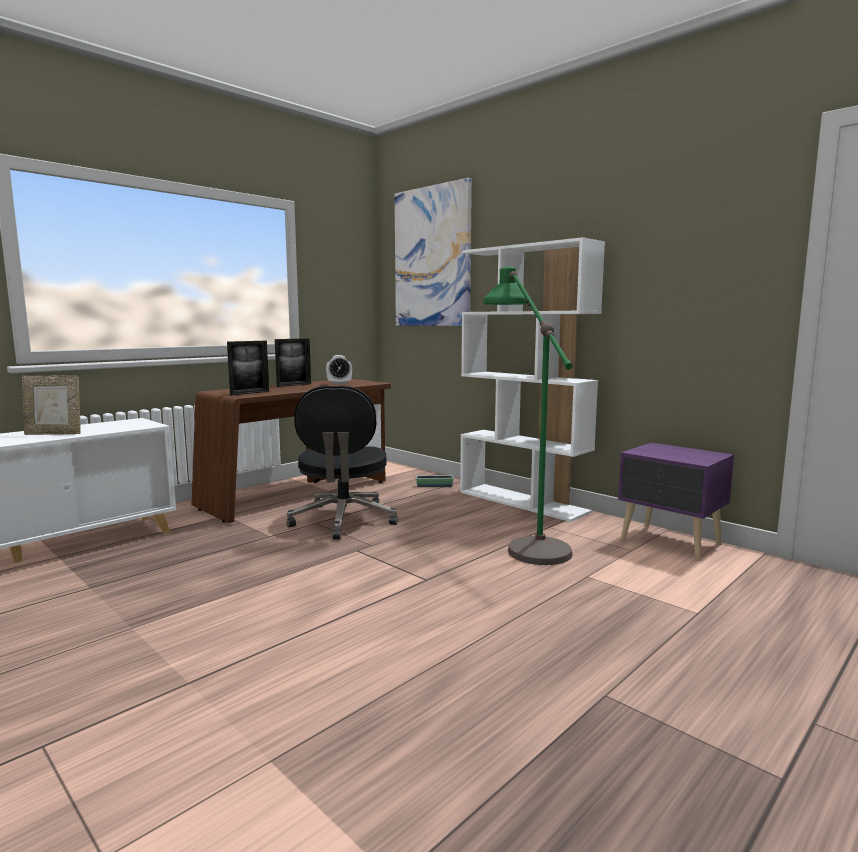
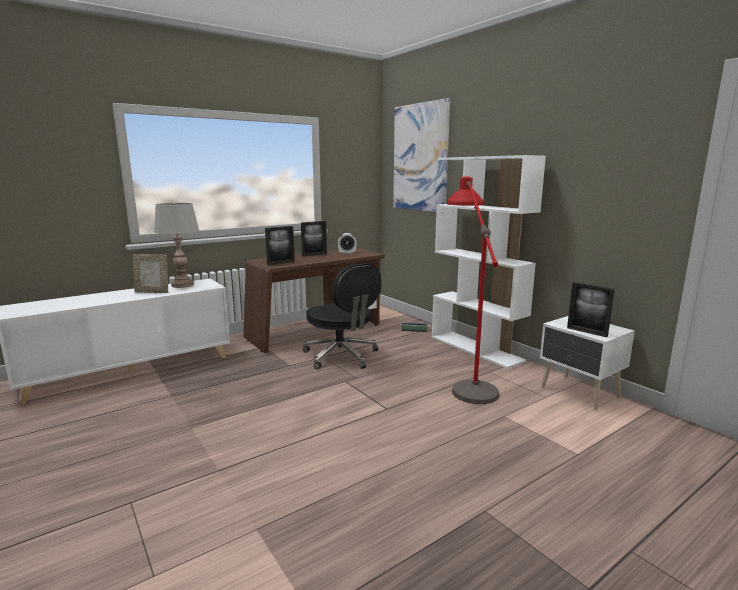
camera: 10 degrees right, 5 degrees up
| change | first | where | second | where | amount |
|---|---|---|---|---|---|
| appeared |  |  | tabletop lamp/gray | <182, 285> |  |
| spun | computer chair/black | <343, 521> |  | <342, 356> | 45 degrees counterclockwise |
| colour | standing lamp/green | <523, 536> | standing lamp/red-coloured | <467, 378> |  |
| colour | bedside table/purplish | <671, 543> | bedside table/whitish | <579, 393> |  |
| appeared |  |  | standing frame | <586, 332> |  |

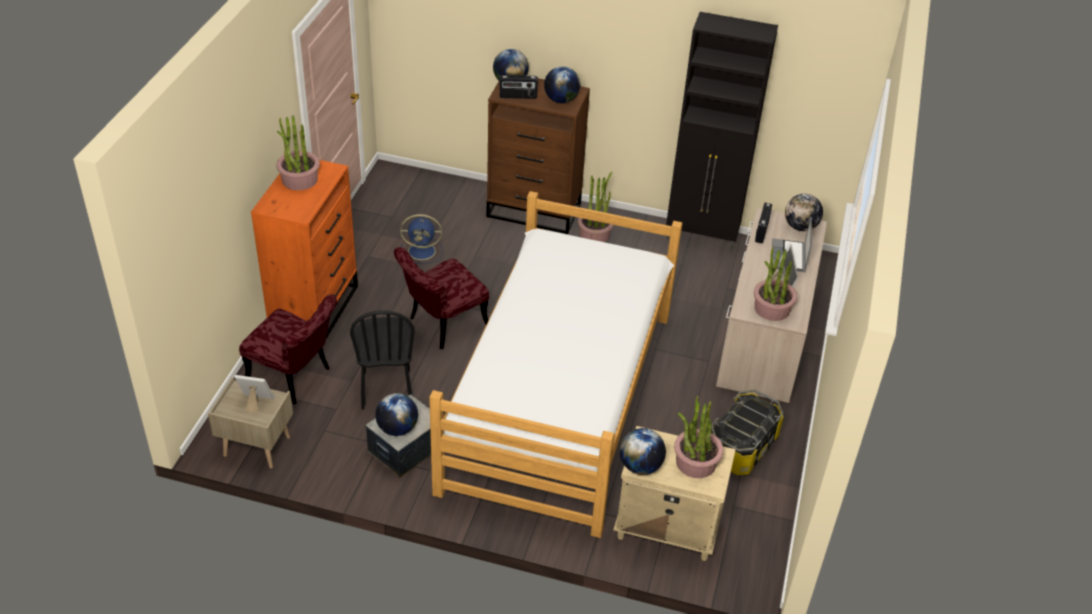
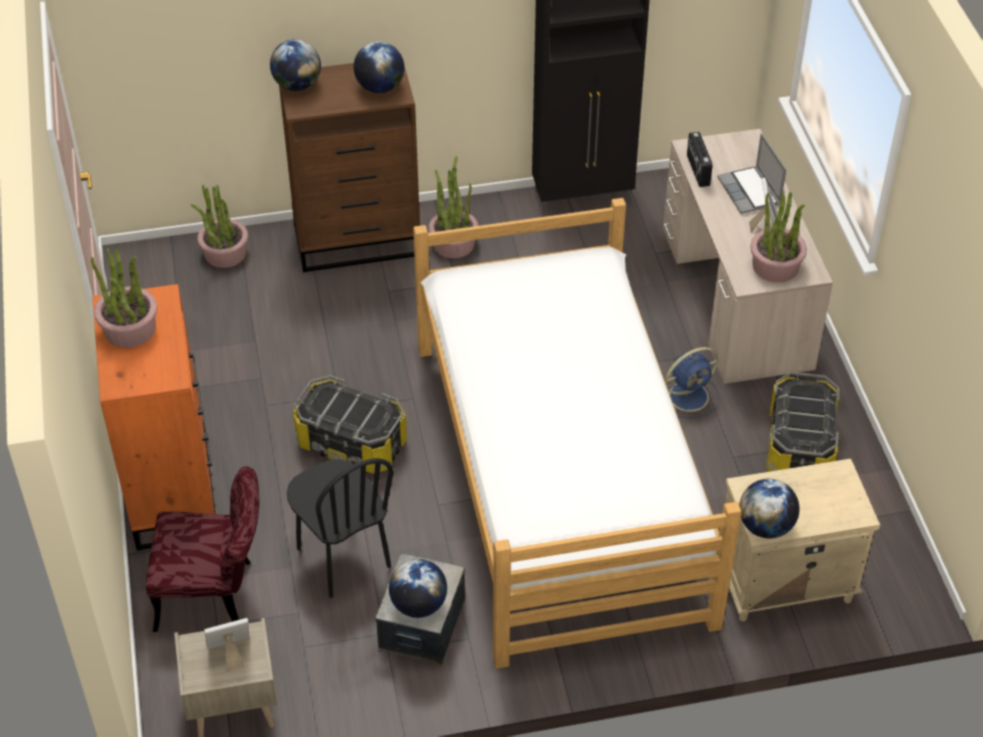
camera: 25 degrees left, 5 degrees up
| change | first | where | second | where | amount |
|---|---|---|---|---|---|
| relocated | plant in a pot | <695, 462> |  | <224, 253> |  |
| exchanged | plain chair/red-coloured | <442, 325> | storage container | <351, 443> |  |
| relocated | fan/bluish | <423, 251> |  | <690, 396> |  |
| missing | radio | <518, 96> |  |  |  |
| missing | globe | <800, 227> |  |  |  |

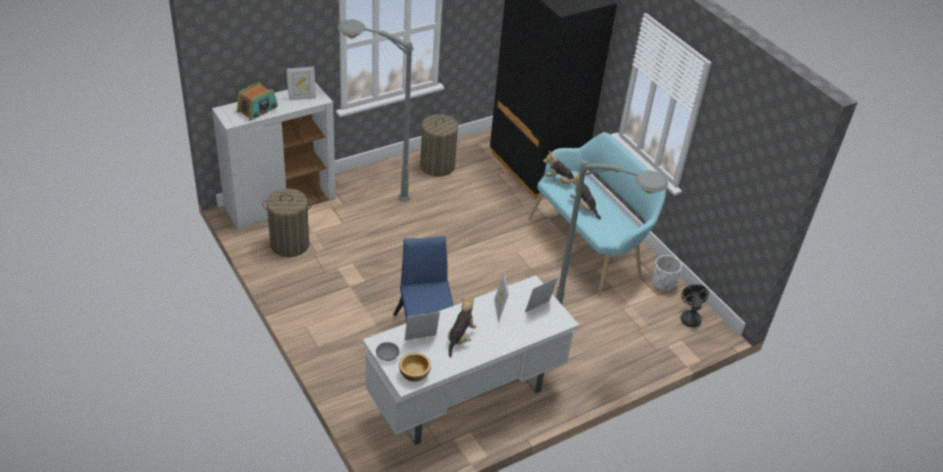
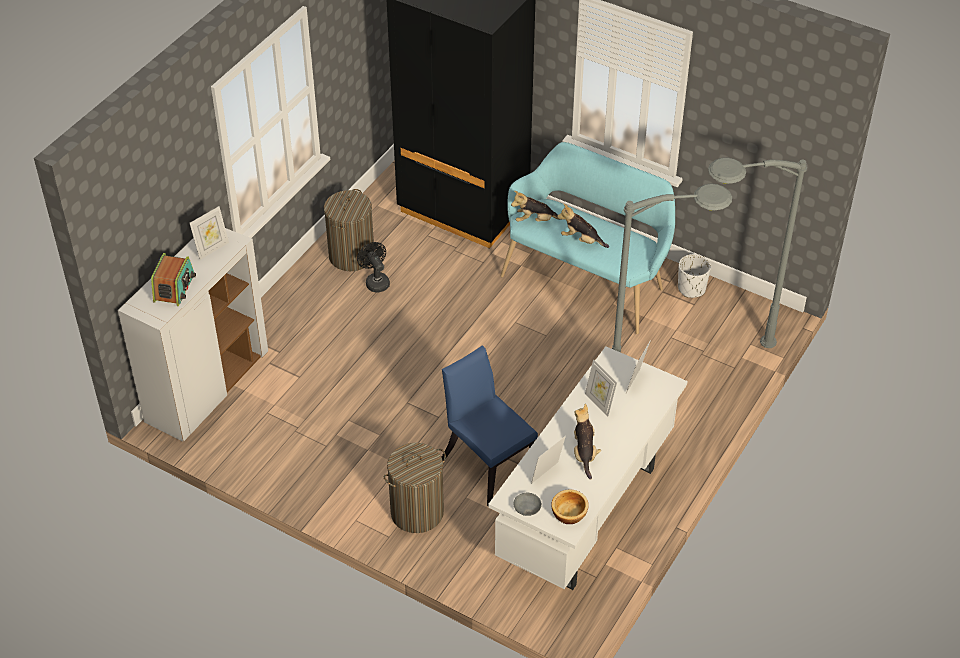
camera: 25 degrees left, 5 degrees up
| change | first | where | second | where | amount |
|---|---|---|---|---|---|
| relocated | fan/black | <690, 317> |  | <375, 281> |  |
| relocated | laundry basket | <290, 244> |  | <417, 512> |  |
| relocated | standing lamp/gray | <367, 189> |  | <719, 351> |  |

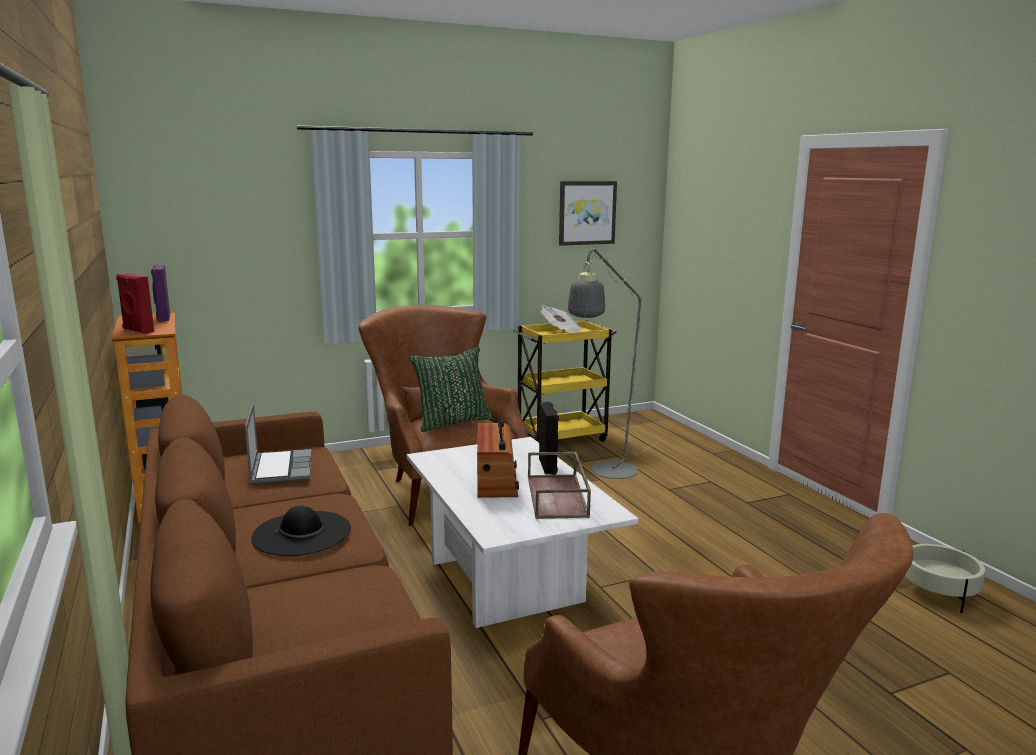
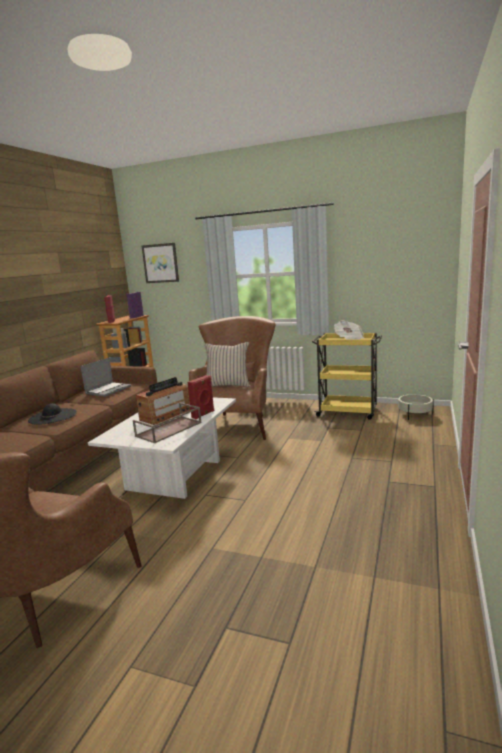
camera: 45 degrees right, 0 degrees up
| change | first | where | second | where | amount |
|---|---|---|---|---|---|
| relocated | wall picture | <587, 213> |  | <161, 263> |  |
| colour | speaker/black | <548, 466> | speaker/red-coloured | <203, 414> |  |
| colour | cushion/green | <452, 422> | cushion/beige-coloured | <228, 385> |  |
| relocated | planter/beige-coloured | <938, 592> |  | <415, 414> |  |
| missing | standing lamp/gray | <608, 473> |  |  |  |

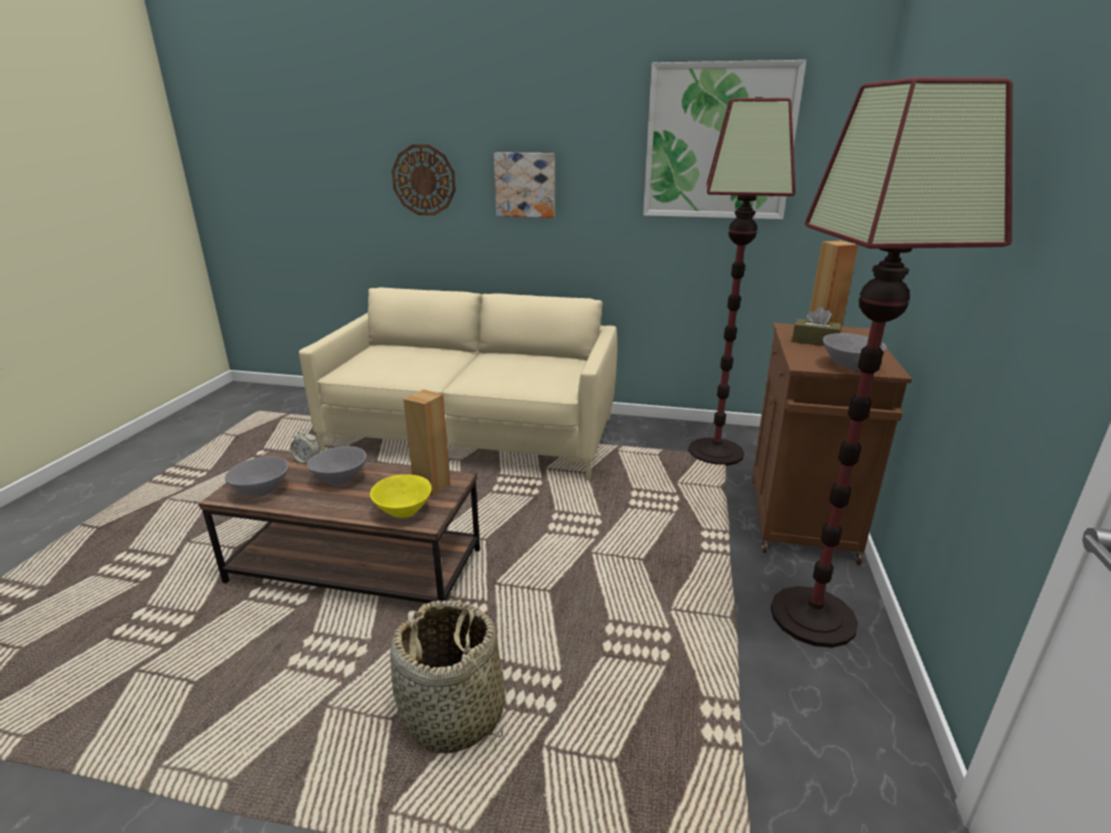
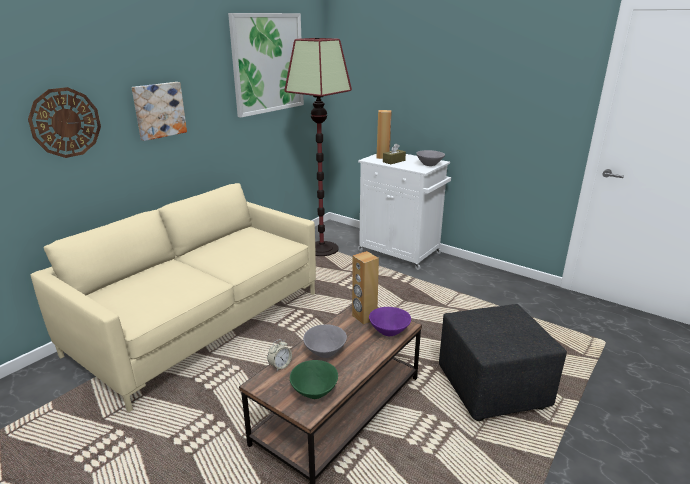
camera: 65 degrees left, 0 degrees up
| change | first | where | second | where | amount |
|---|---|---|---|---|---|
| colour | deep dish/gray | <261, 490> | deep dish/green | <314, 392> |  |
| colour | storage cabinet/brown-coloured | <801, 521> | storage cabinet/whitish | <400, 252> |  |
| colour | deep dish/yellow-coloured | <403, 512> | deep dish/purplish | <389, 332> |  |
| exchanged | household basket | <453, 715> | pouffe/black | <493, 390> |  |
| missing | standing lamp | <814, 617> |  |  |  |

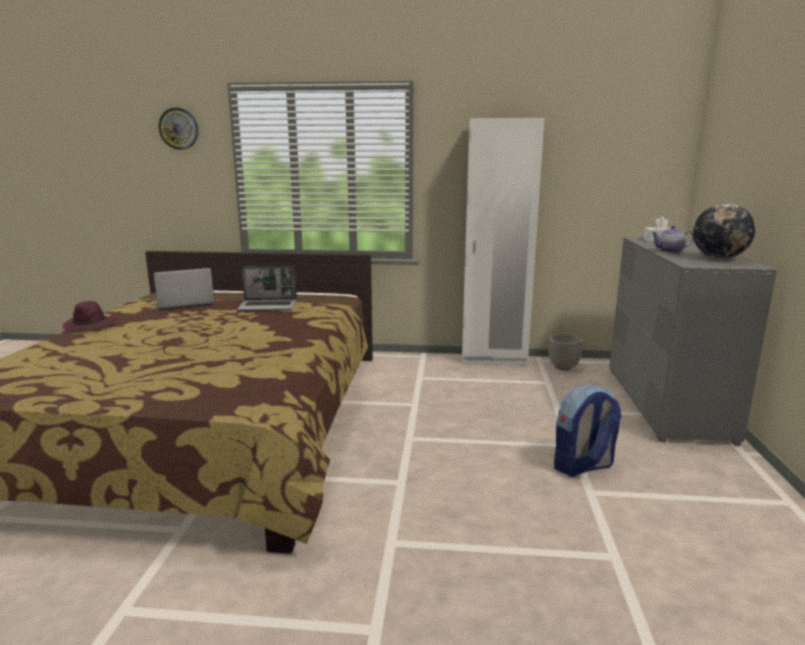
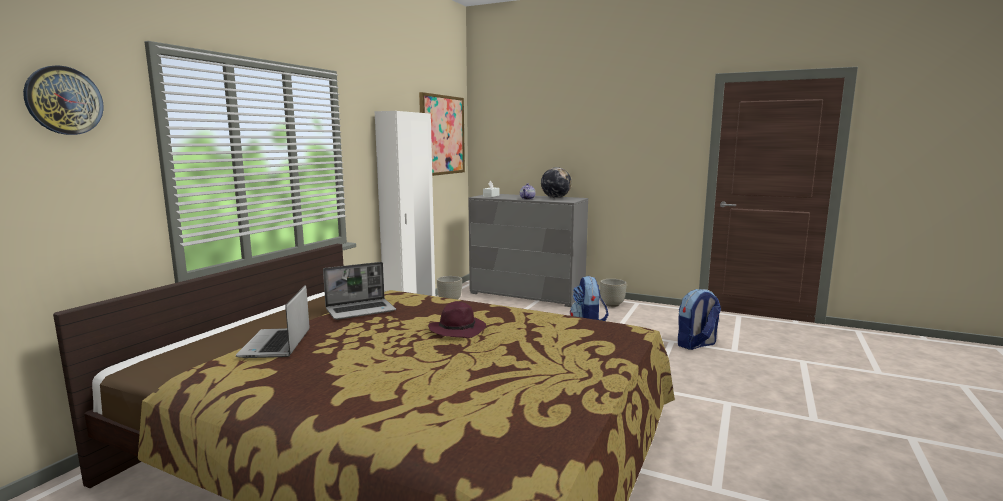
camera: 70 degrees left, 5 degrees down
| change | first | where | second | where | amount |
|---|---|---|---|---|---|
| spun | portable computer | <269, 306> |  | <361, 310> | 45 degrees clockwise |
| appeared |  |  | wall picture | <442, 135> |  |
| relocated | hat/purplish | <91, 326> |  | <458, 330> |  |
| appeared |  |  | planter/gray | <612, 304> |  |
| appeared |  |  | knapsack | <696, 345> |  |

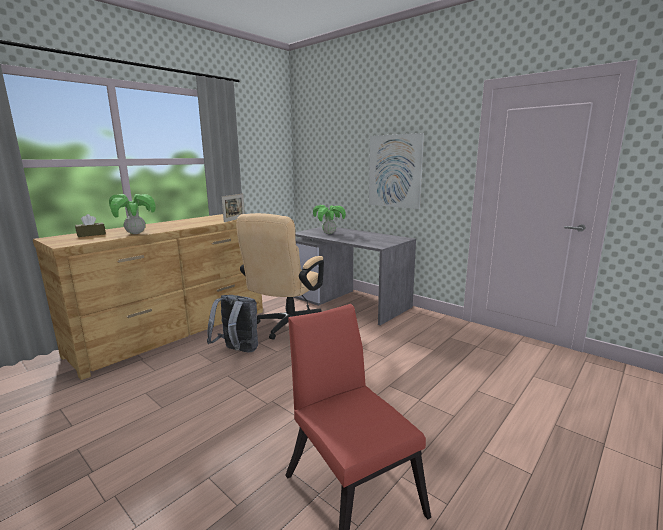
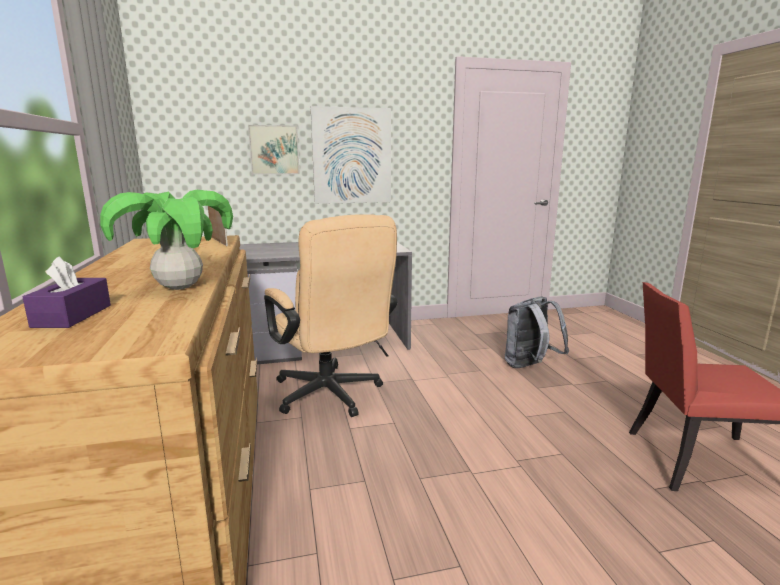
camera: 55 degrees left, 0 degrees up
| change | first | where | second | where | amount |
|---|---|---|---|---|---|
| colour | tissue holder/brown-coloured | <91, 234> | tissue holder/purplish | <72, 316> |  |
| appeared |  |  | wall picture | <274, 150> |  |
| relocated | knapsack/gray | <237, 351> |  | <530, 366> |  |
| missing | plant in a pot | <329, 233> |  |  |  |

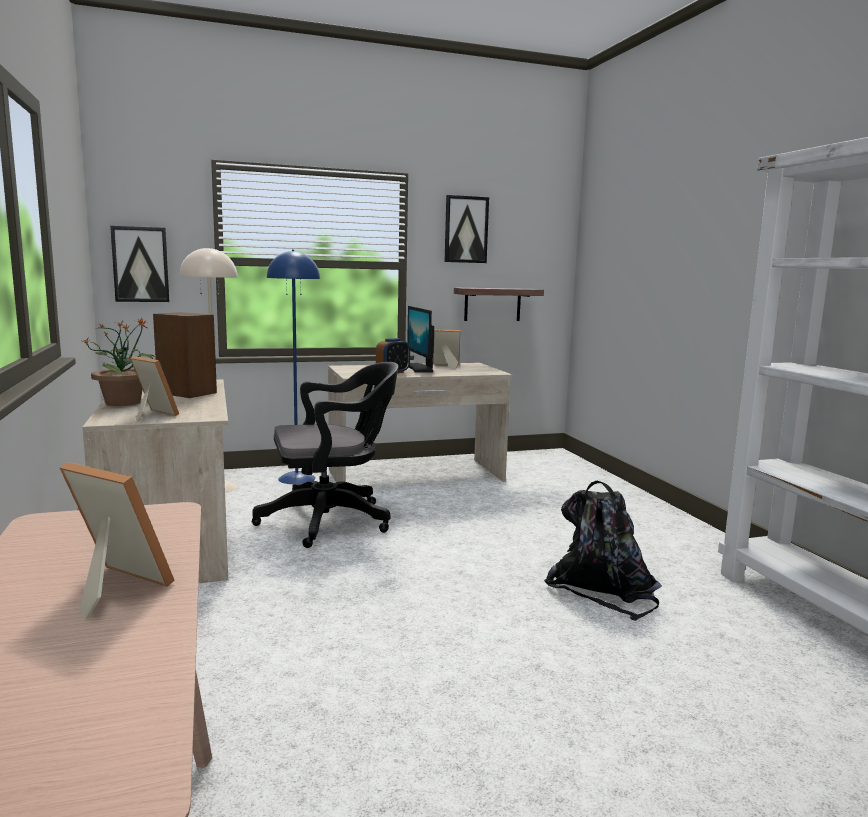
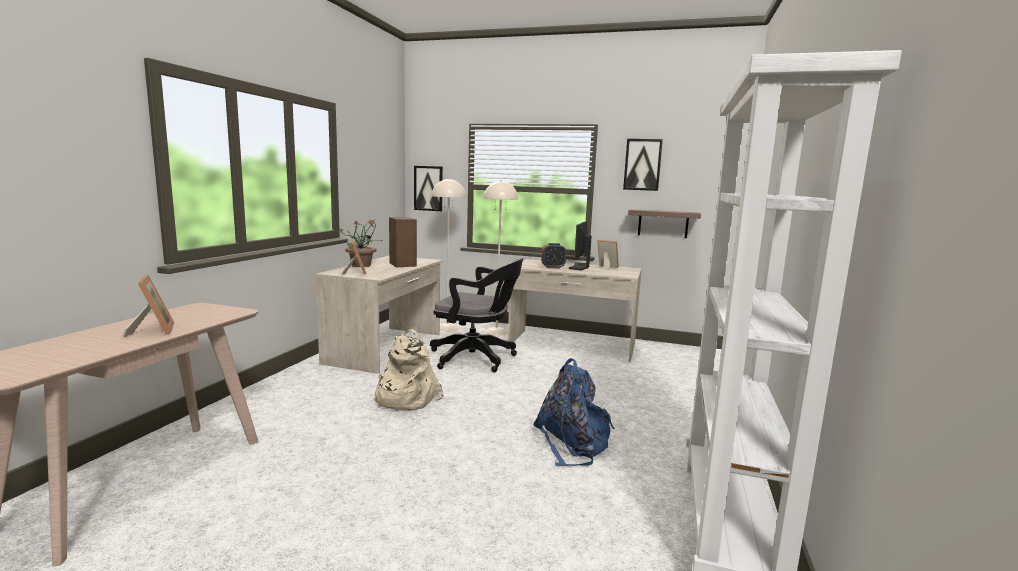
camera: 35 degrees right, 0 degrees up
| change | first | where | second | where | amount |
|---|---|---|---|---|---|
| appeared |  |  | knapsack/beige-coloured | <404, 398> |  |
| colour | standing lamp/bluish | <296, 478> | standing lamp/beige-coloured | <496, 331> |  |
| colour | knapsack/black | <603, 589> | knapsack/bluish | <573, 443> |  |

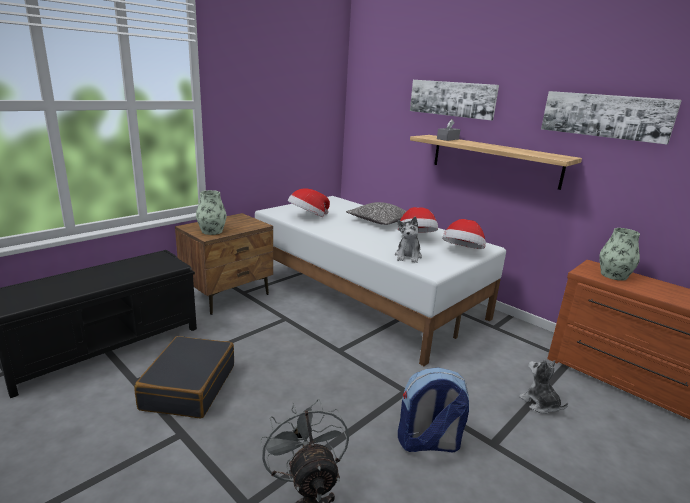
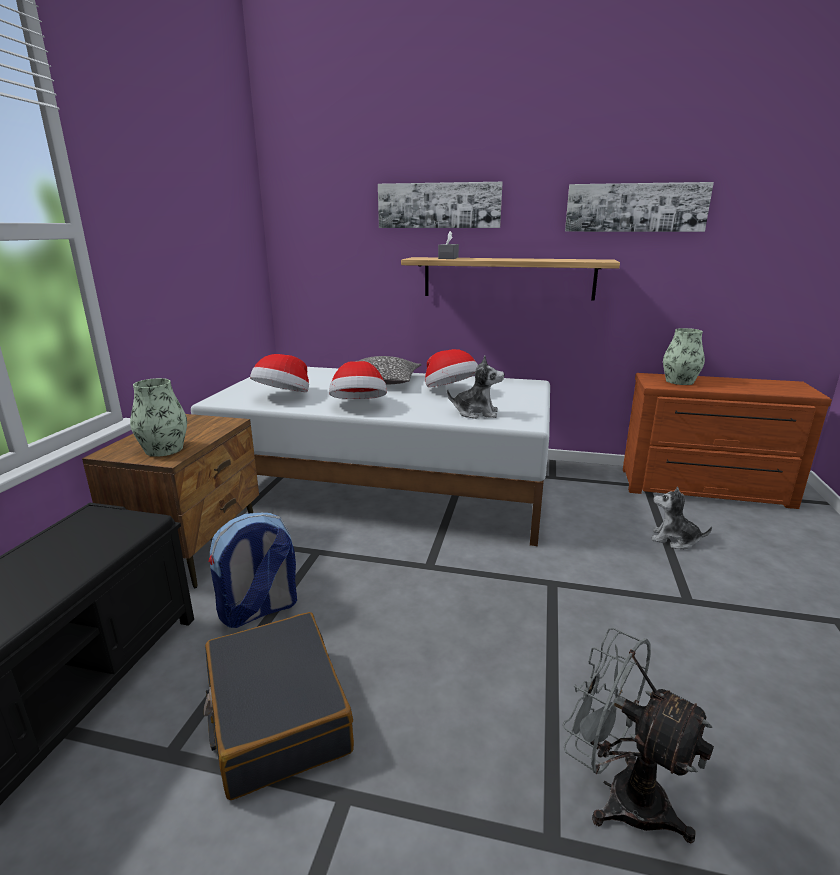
camera: 30 degrees left, 0 degrees up
| change | first | where | second | where | amount |
|---|---|---|---|---|---|
| relocated | knapsack | <428, 443> |  | <259, 610> |  |
| relocated | hat | <462, 252> |  | <359, 406> |  |
| spun | soft toy | <408, 256> |  | <476, 413> | 60 degrees counterclockwise |

